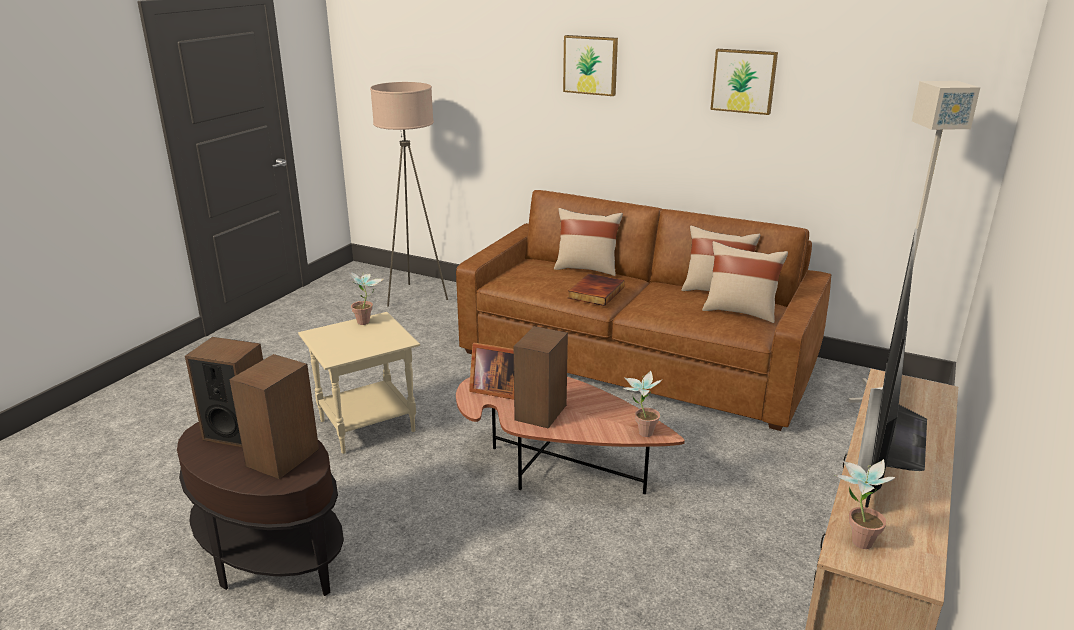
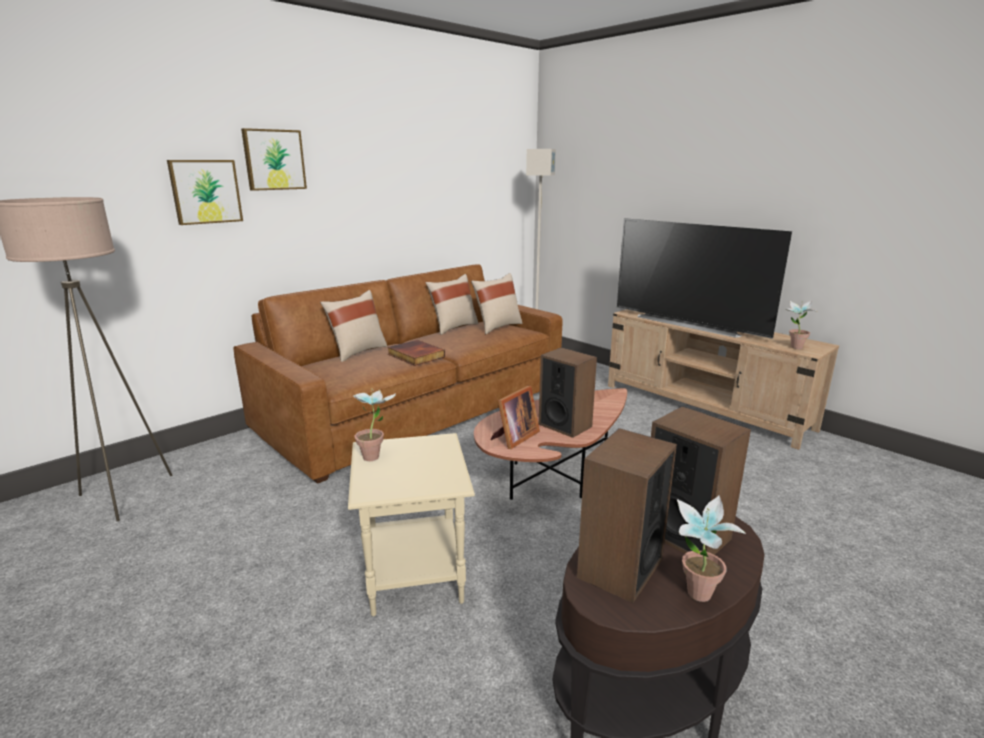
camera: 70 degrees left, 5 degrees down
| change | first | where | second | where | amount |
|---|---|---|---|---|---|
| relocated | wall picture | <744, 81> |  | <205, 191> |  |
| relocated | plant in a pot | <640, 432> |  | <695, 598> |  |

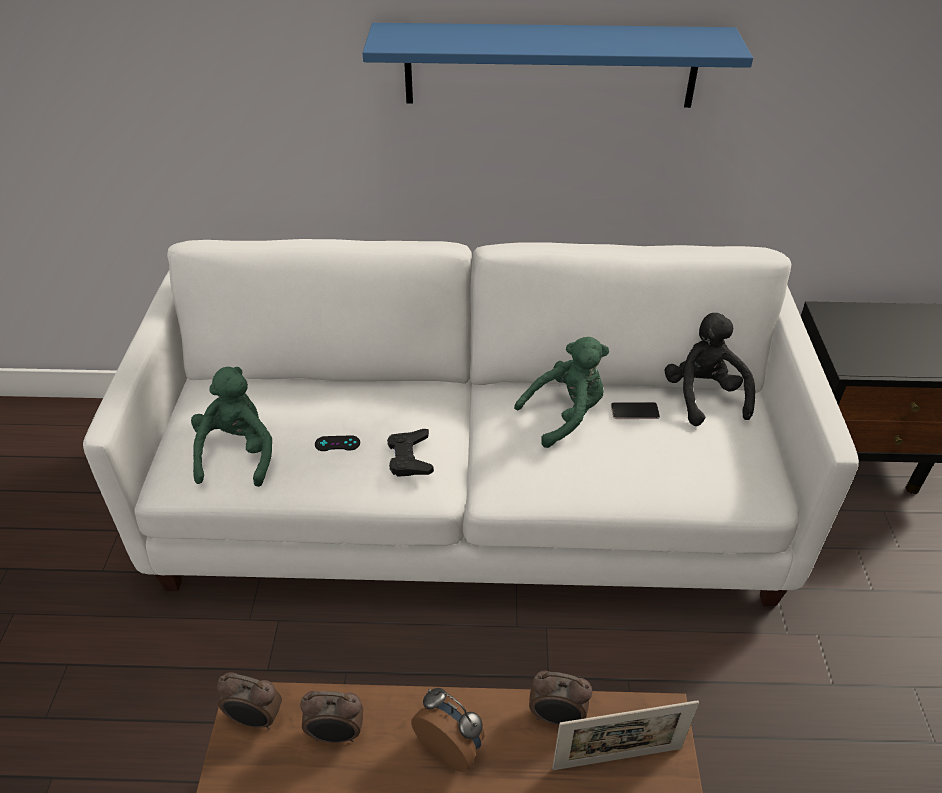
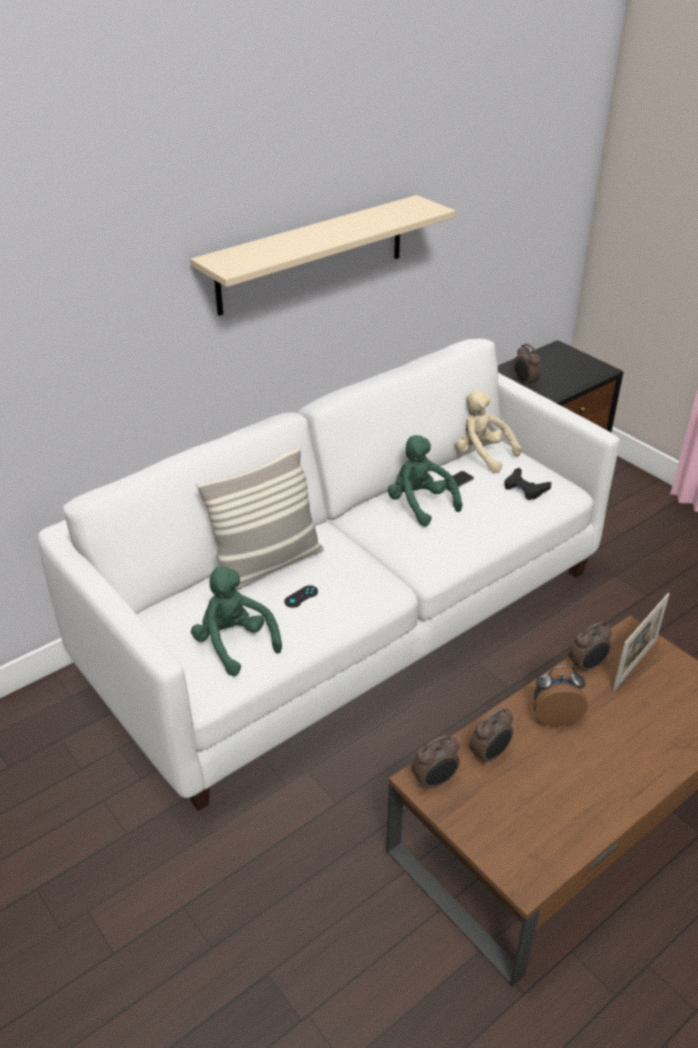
camera: 40 degrees left, 5 degrees down
| change | first | where | second | where | amount |
|---|---|---|---|---|---|
| colour | bracket shelf/bluish | <550, 65> | bracket shelf/beige-coloured | <312, 255> |  |
| appeared |  |  | cushion | <267, 566> |  |
| spun | soft toy/green | <565, 415> |  | <420, 504> | 60 degrees counterclockwise |
| colour | soft toy/black | <703, 396> | soft toy/beige-coloured | <481, 455> |  |
| relocated | game controller/black | <410, 457> |  | <525, 488> |  |
| appeared |  |  | alarm clock | <524, 383> |  |

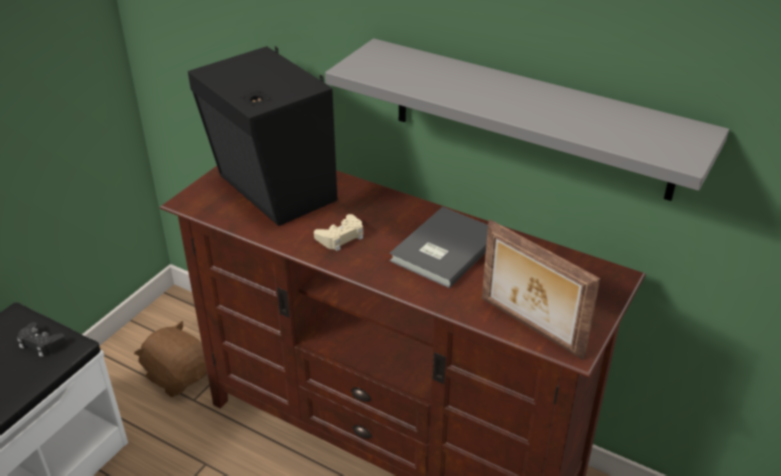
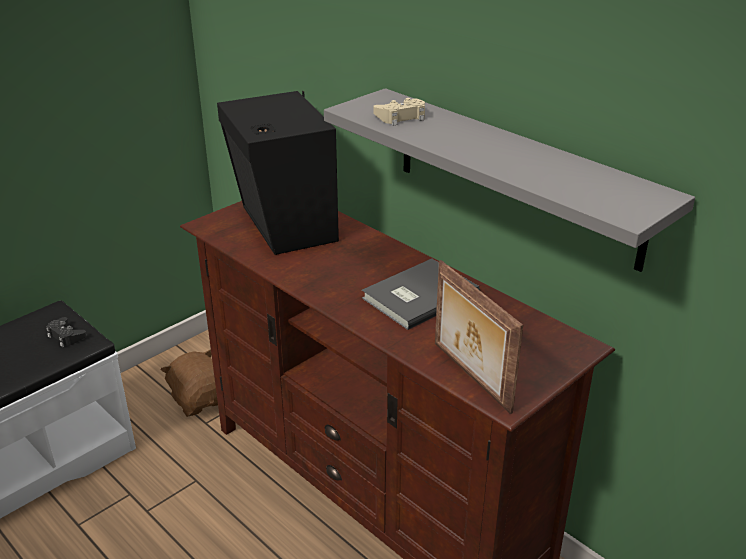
camera: 15 degrees right, 5 degrees down
| change | first | where | second | where | amount |
|---|---|---|---|---|---|
| relocated | game controller/beige-coloured | <341, 237> |  | <401, 117> |  |

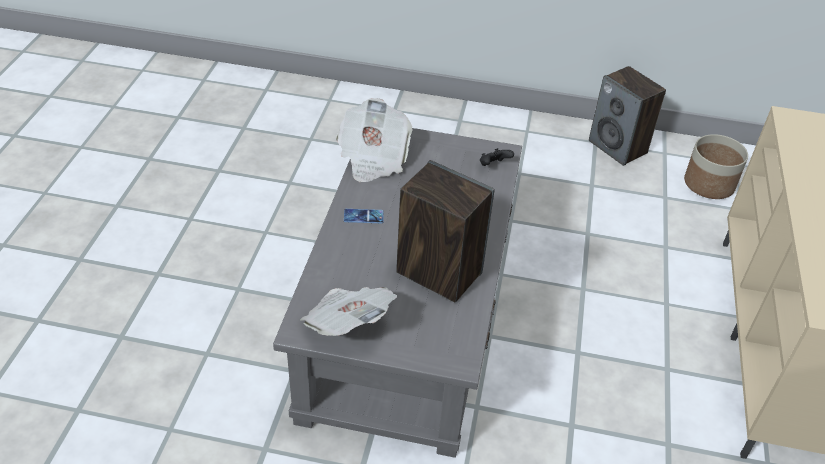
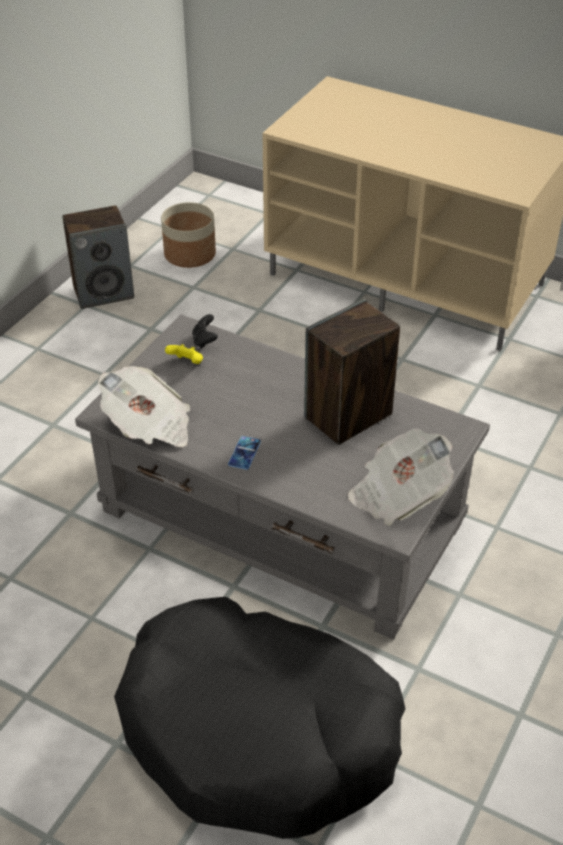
camera: 70 degrees left, 0 degrees up
| change | first | where | second | where | amount |
|---|---|---|---|---|---|
| appeared |  |  | dog cushion/black | <259, 733> |  |
| appeared |  |  | game controller/yellow-coloured | <186, 363> |  |

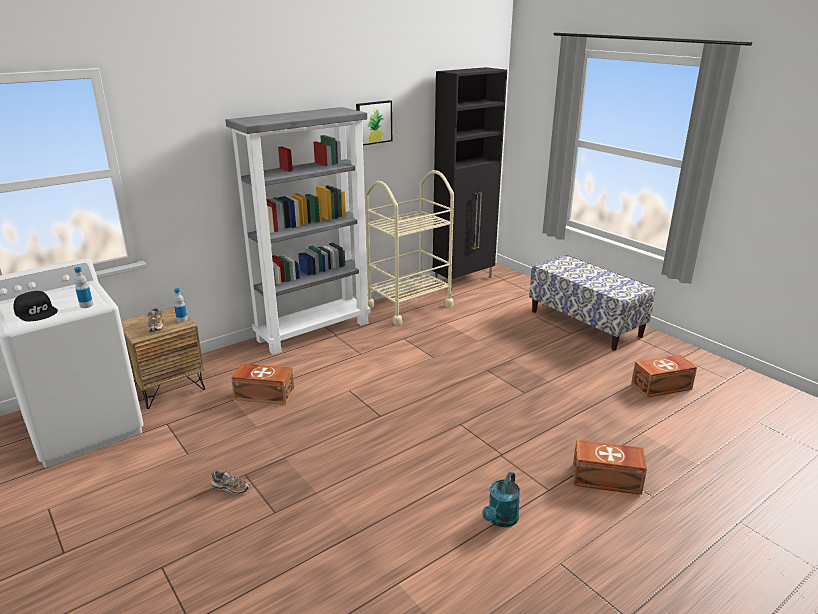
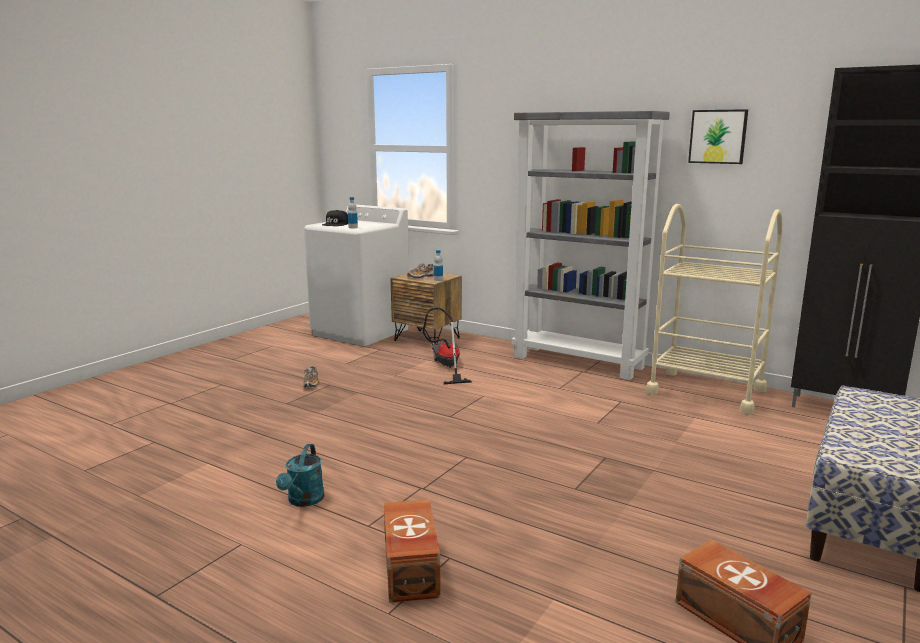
camera: 70 degrees right, 10 degrees down
| change | first | where | second | where | amount |
|---|---|---|---|---|---|
| spun | watering can/turquoise | <501, 520> |  | <303, 501> | 90 degrees counterclockwise |
| exchanged | storage container/brown-coloured | <264, 394> | vacuum | <446, 367> |  |

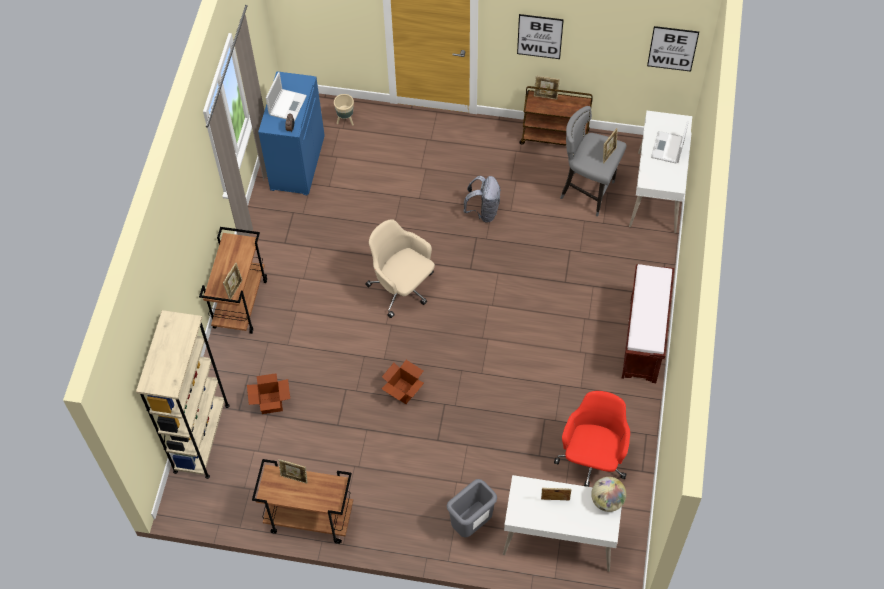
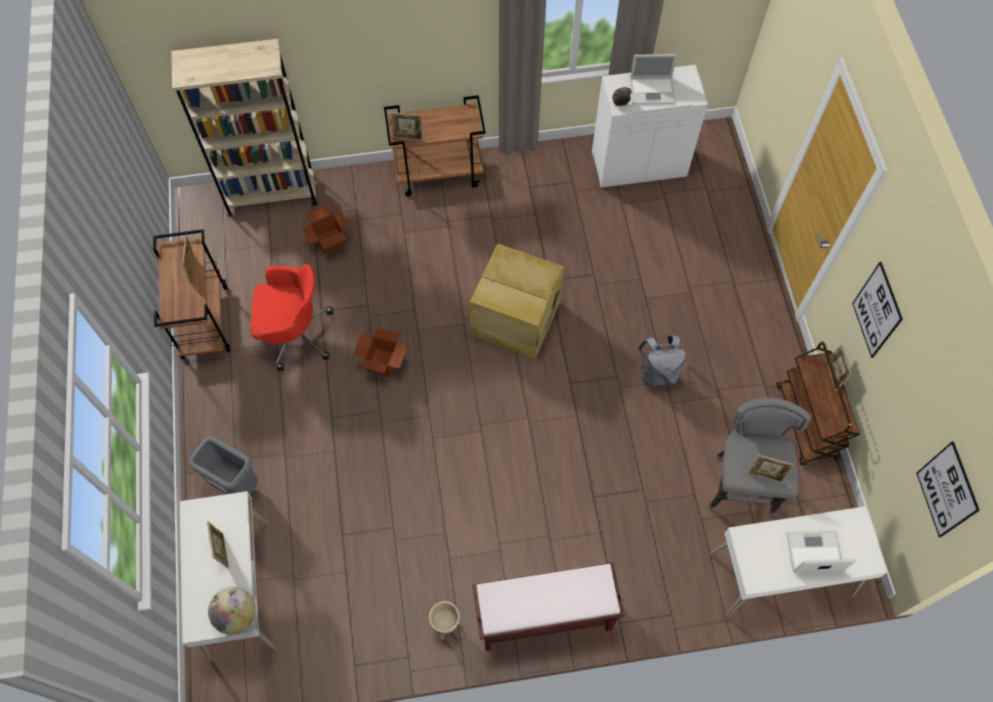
camera: 70 degrees right, 5 degrees up
| change | first | where | second | where | amount |
|---|---|---|---|---|---|
| relocated | computer chair/red-coloured | <592, 459> |  | <295, 334> |  |
| relocated | planter/beige-coloured | <345, 120> |  | <446, 625> |  |
| exchanged | computer chair/beige-coloured | <402, 288> | storage container/beige-coloured | <516, 320> |  |
| colour | storage cabinet/bluish | <297, 162> | storage cabinet/whitish | <639, 163> |  |

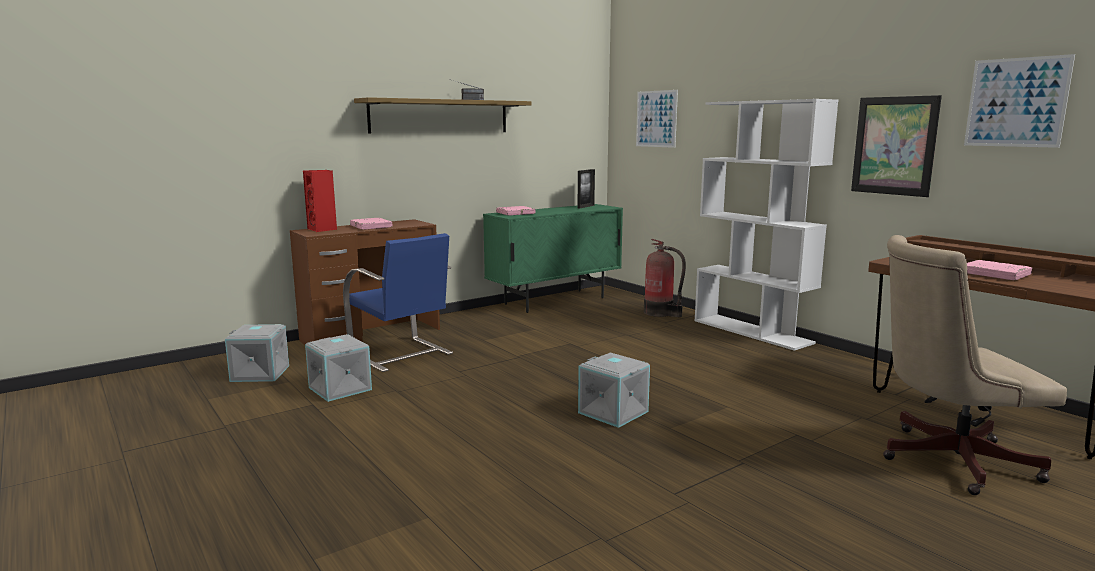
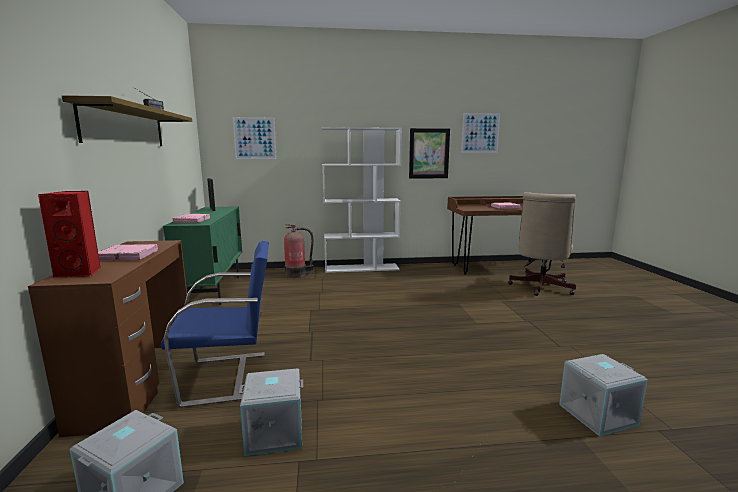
camera: 60 degrees left, 0 degrees up
| change | first | where | second | where | amount |
|---|---|---|---|---|---|
| relocated | storage container/gray | <614, 412> |  | <597, 413> |  |

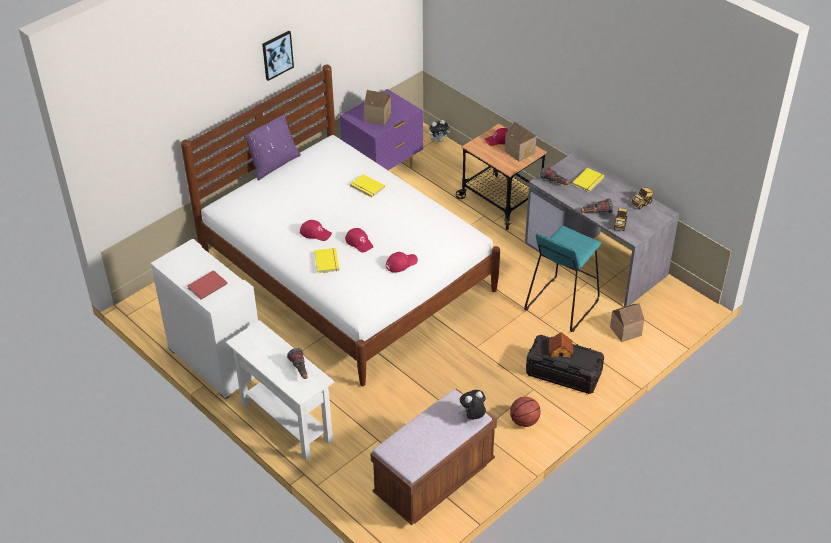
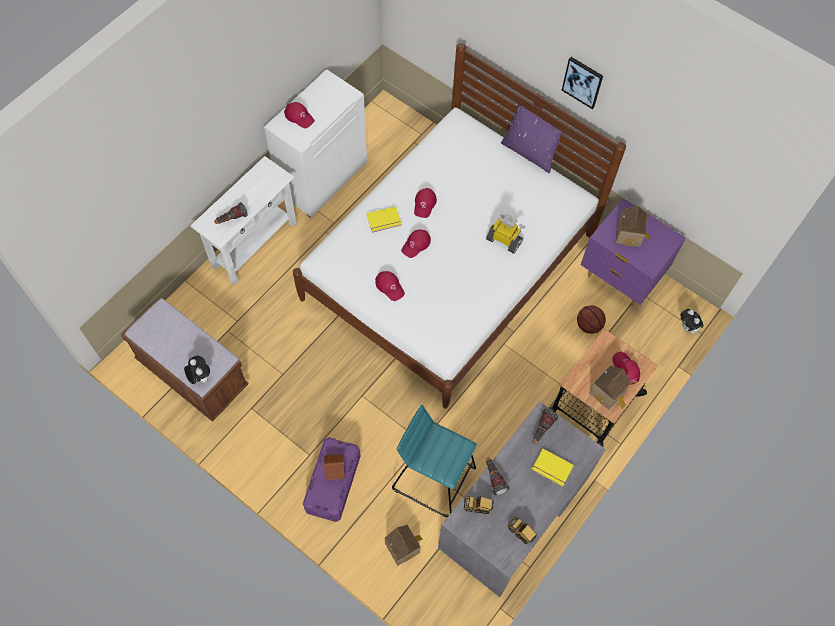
camera: 80 degrees right, 20 degrees up
| change | first | where | second | where | amount |
|---|---|---|---|---|---|
| exchanged | book/red-coloured | <206, 285> | baseball cap/red-coloured | <299, 116> |  |
| colour | storage container/black | <563, 374> | storage container/purplish | <333, 483> |  |
| exchanged | book/yellow-coloured | <366, 187> | model robot | <504, 240> |  |
| relocated | ball for basketball | <524, 421> |  | <588, 325> |  |

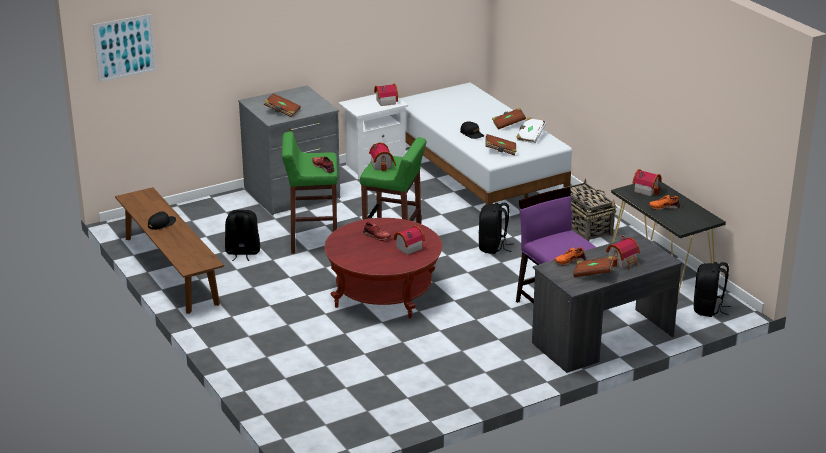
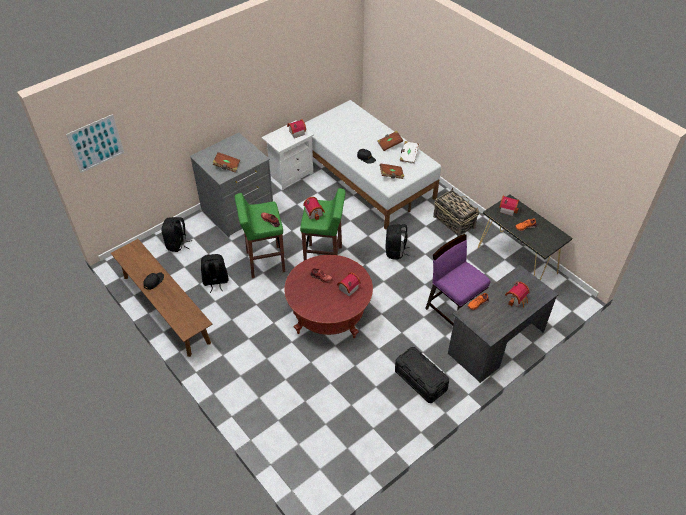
camera: 10 degrees left, 20 degrees up
| change | first | where | second | where | amount |
|---|---|---|---|---|---|
| relocated | knapsack/black | <708, 309> |  | <177, 244> |  |
| appeared |  |  | storage container/black | <420, 380> |  |
| missing | book/brown-coloured | <593, 274> |  |  |  |

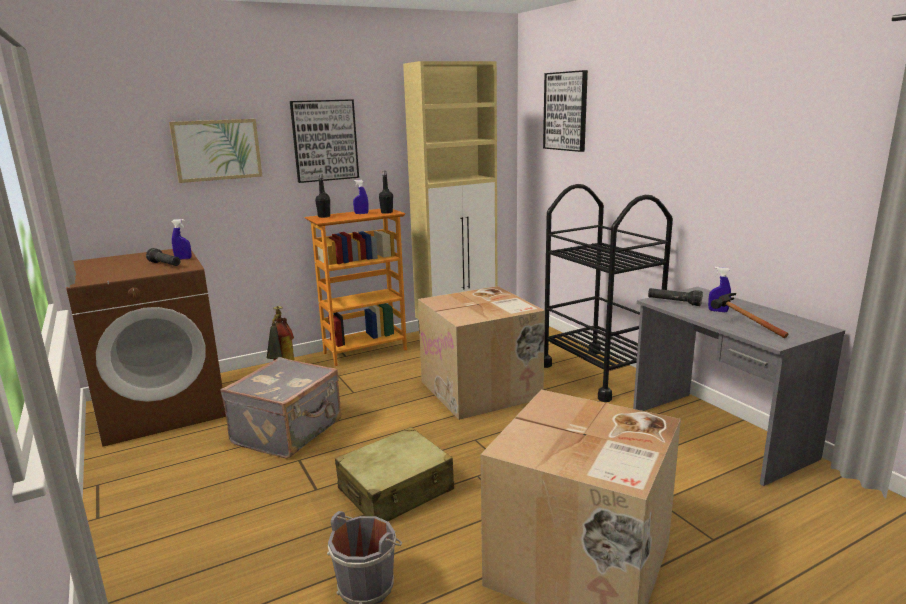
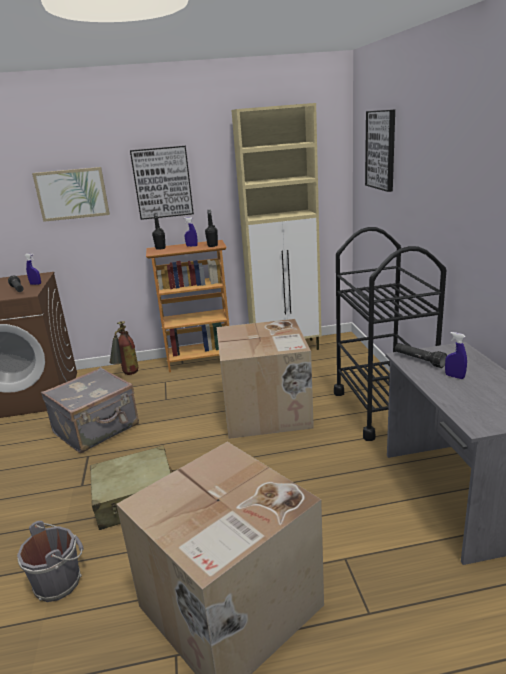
camera: 20 degrees right, 5 degrees up
| change | first | where | second | where | amount |
|---|---|---|---|---|---|
| missing | tool hammer | <740, 325> |  |  |  |

